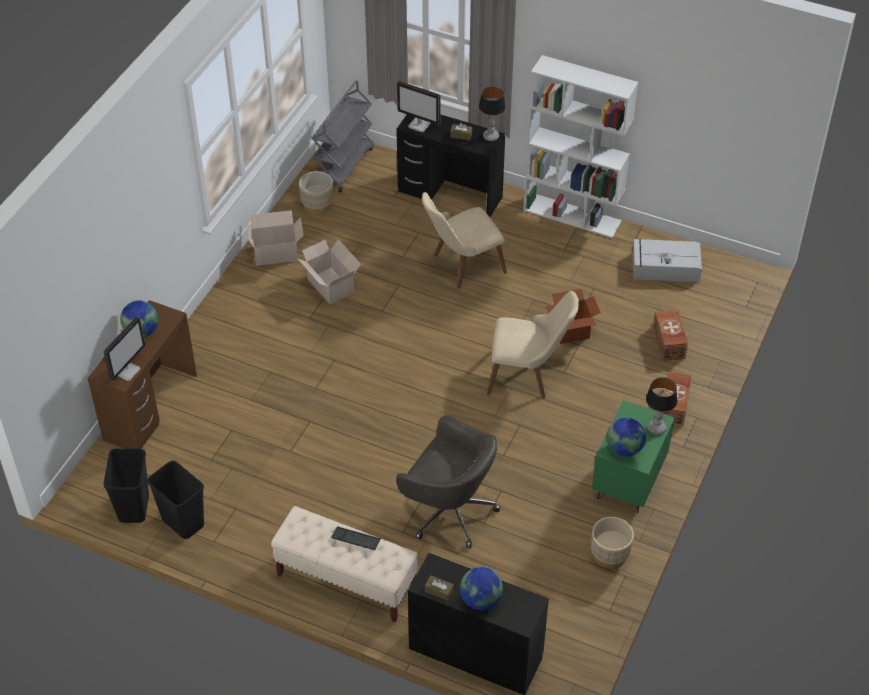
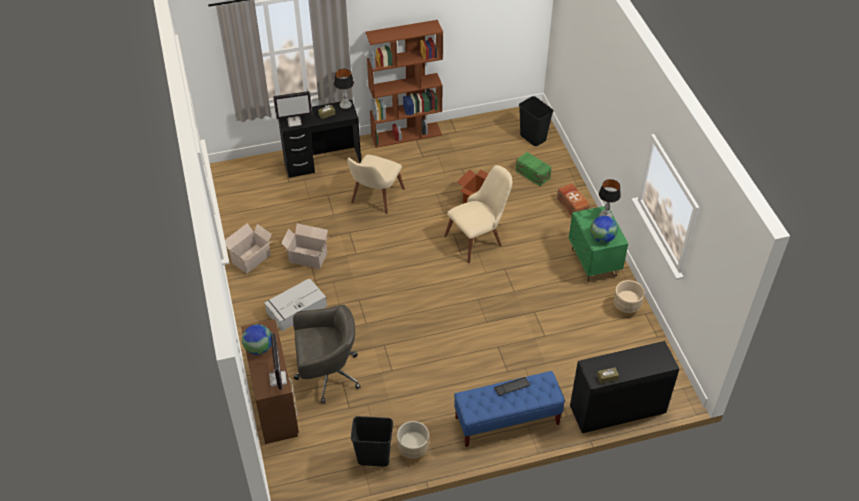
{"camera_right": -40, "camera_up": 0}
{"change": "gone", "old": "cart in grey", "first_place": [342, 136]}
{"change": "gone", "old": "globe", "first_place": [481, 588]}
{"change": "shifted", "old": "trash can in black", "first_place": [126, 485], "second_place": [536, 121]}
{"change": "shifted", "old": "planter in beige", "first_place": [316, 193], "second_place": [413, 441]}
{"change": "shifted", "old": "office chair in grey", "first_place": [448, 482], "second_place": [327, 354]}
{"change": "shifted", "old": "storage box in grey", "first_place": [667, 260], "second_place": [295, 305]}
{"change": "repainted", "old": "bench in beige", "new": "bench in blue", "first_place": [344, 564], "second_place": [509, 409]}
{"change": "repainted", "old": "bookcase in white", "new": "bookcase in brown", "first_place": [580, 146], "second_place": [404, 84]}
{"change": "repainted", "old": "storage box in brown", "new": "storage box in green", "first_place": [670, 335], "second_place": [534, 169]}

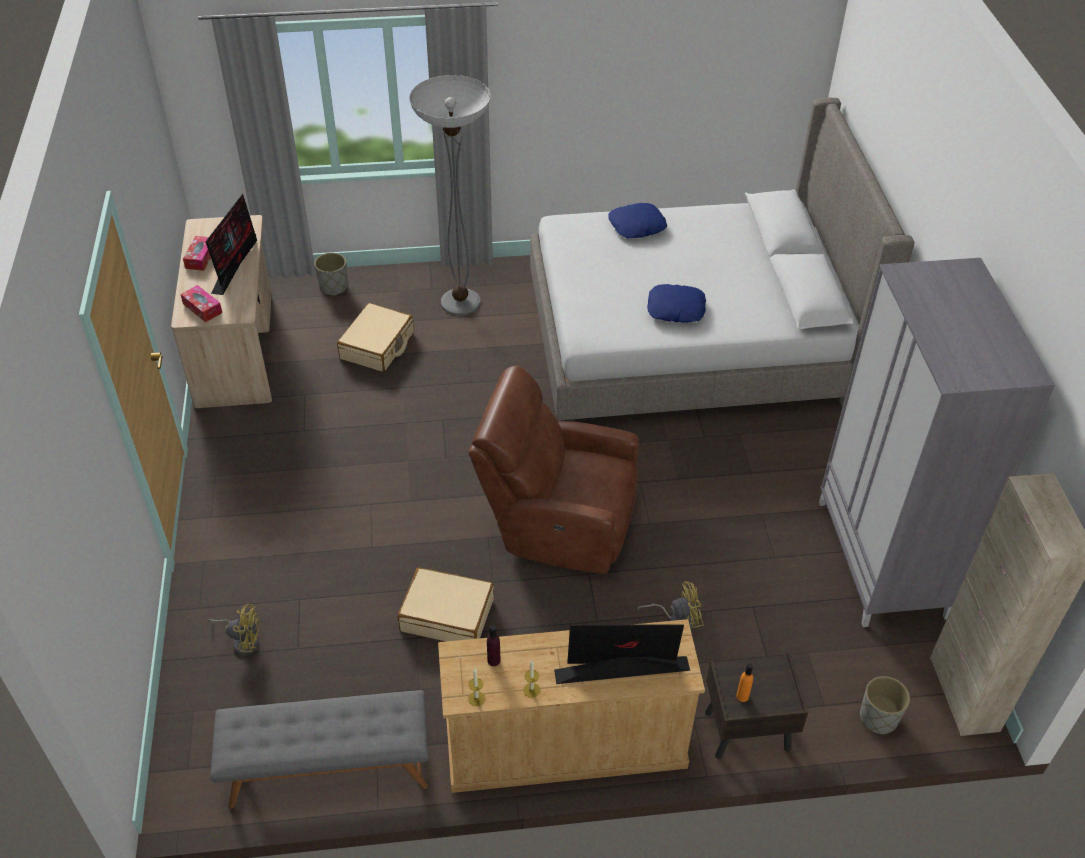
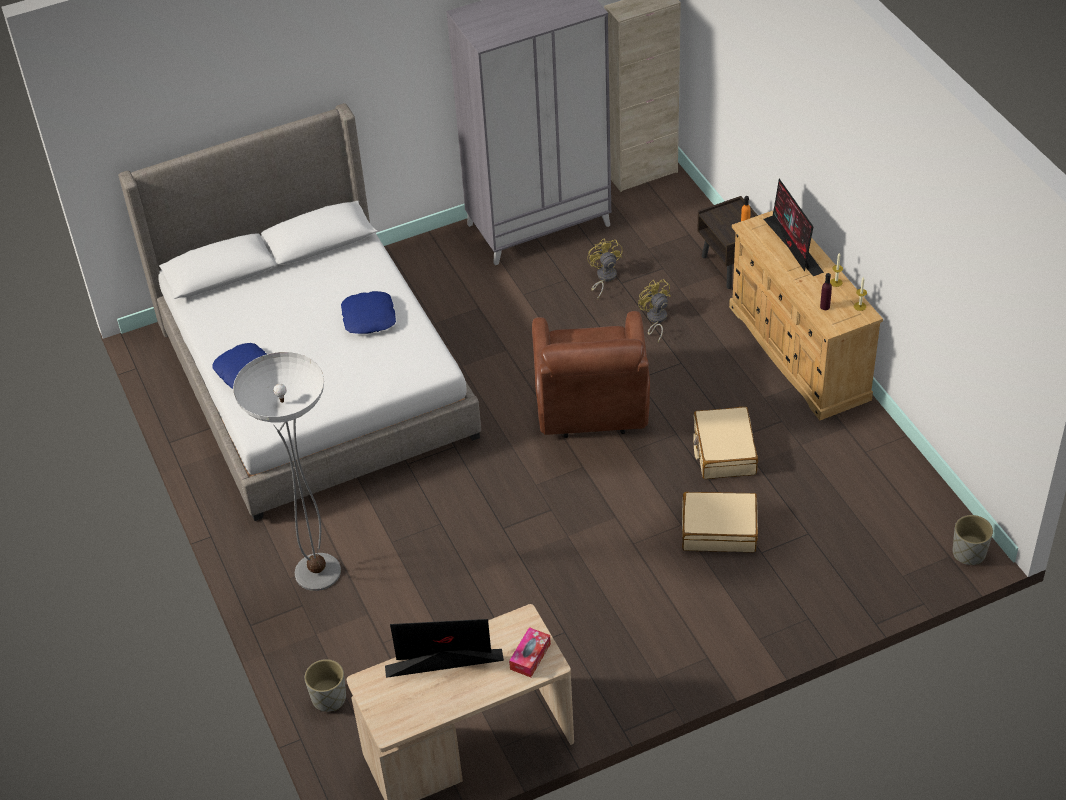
{"camera_right": -105, "camera_up": 0}
{"change": "gone", "old": "tissue box", "first_place": [197, 253]}
{"change": "gone", "old": "bench in grey", "first_place": [319, 749]}
{"change": "shifted", "old": "fan in yellow", "first_place": [234, 629], "second_place": [605, 268]}
{"change": "shifted", "old": "suitcase in beige", "first_place": [375, 337], "second_place": [720, 522]}
{"change": "shifted", "old": "planter in grey", "first_place": [885, 705], "second_place": [973, 540]}

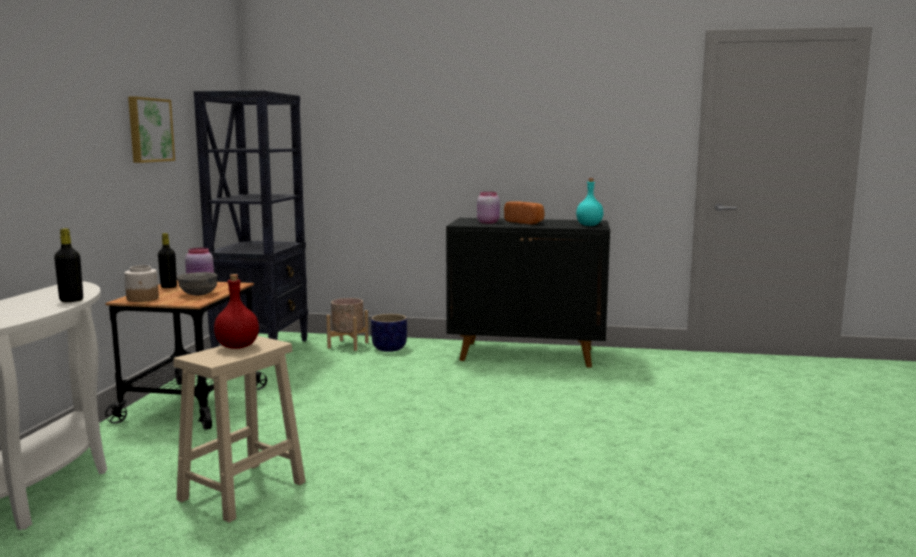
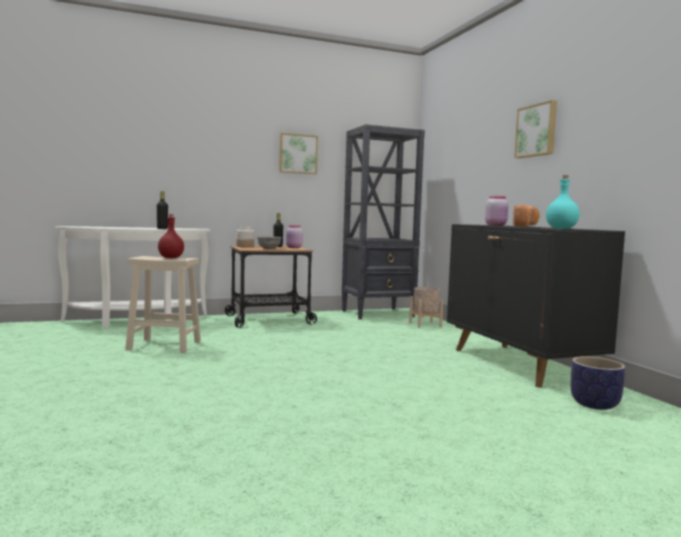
{"camera_right": 60, "camera_up": -5}
{"change": "new", "new": "picture", "second_place": [535, 129]}
{"change": "shifted", "old": "planter", "first_place": [389, 333], "second_place": [597, 383]}

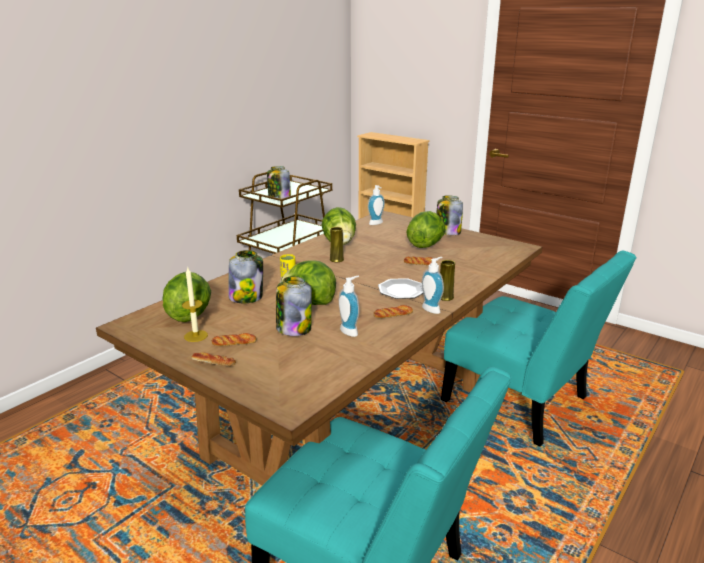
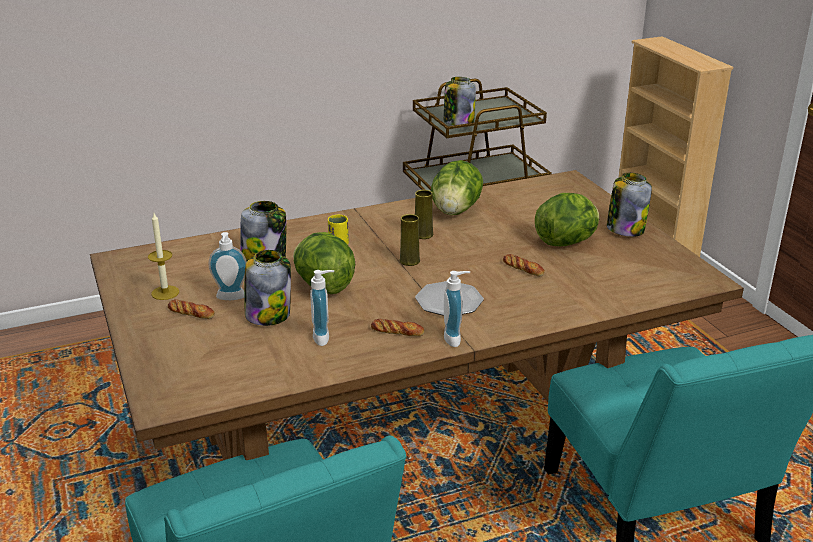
{"camera_right": 30, "camera_up": 5}
{"change": "gone", "old": "lettuce", "first_place": [186, 297]}
{"change": "gone", "old": "bread", "first_place": [214, 359]}
{"change": "shifted", "old": "soap dispenser", "first_place": [376, 205], "second_place": [228, 266]}
{"change": "shifted", "old": "vase in yellow", "first_place": [447, 280], "second_place": [409, 240]}

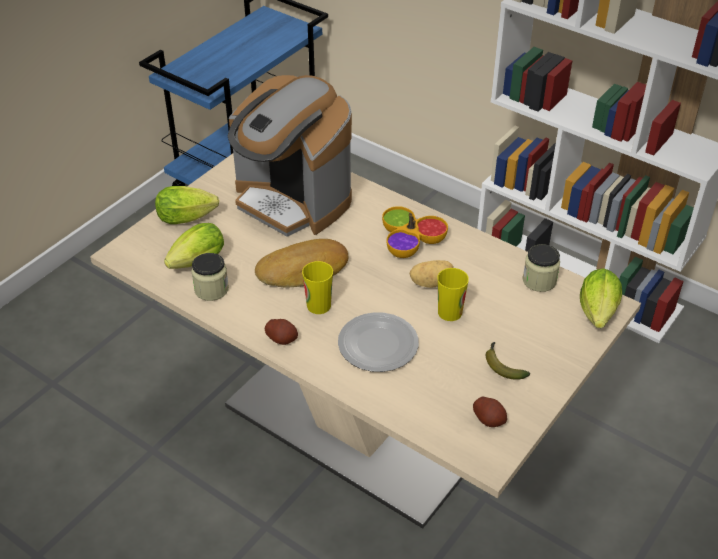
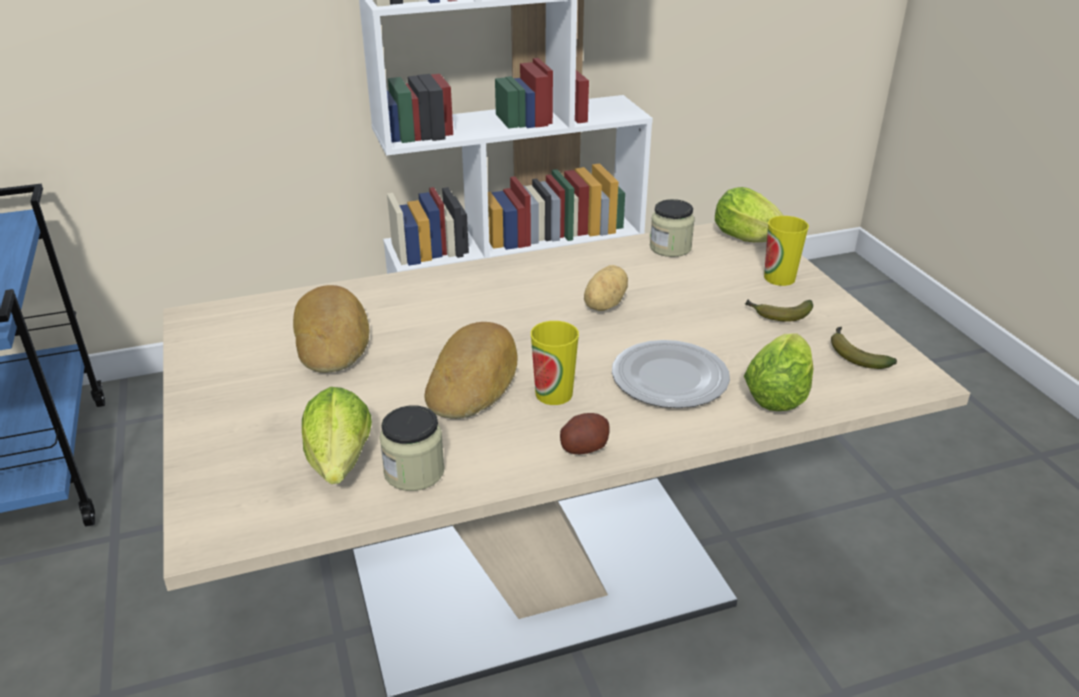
{"camera_right": -55, "camera_up": -10}
{"change": "gone", "old": "bowl", "first_place": [415, 232]}
{"change": "shifted", "old": "lettuce", "first_place": [187, 205], "second_place": [778, 372]}
{"change": "shifted", "old": "cup", "first_place": [453, 294], "second_place": [786, 251]}
{"change": "swapped", "old": "coffee machine", "new": "bread", "first_place": [290, 156], "second_place": [331, 329]}
{"change": "swapped", "old": "potato", "new": "banana", "first_place": [490, 412], "second_place": [864, 348]}

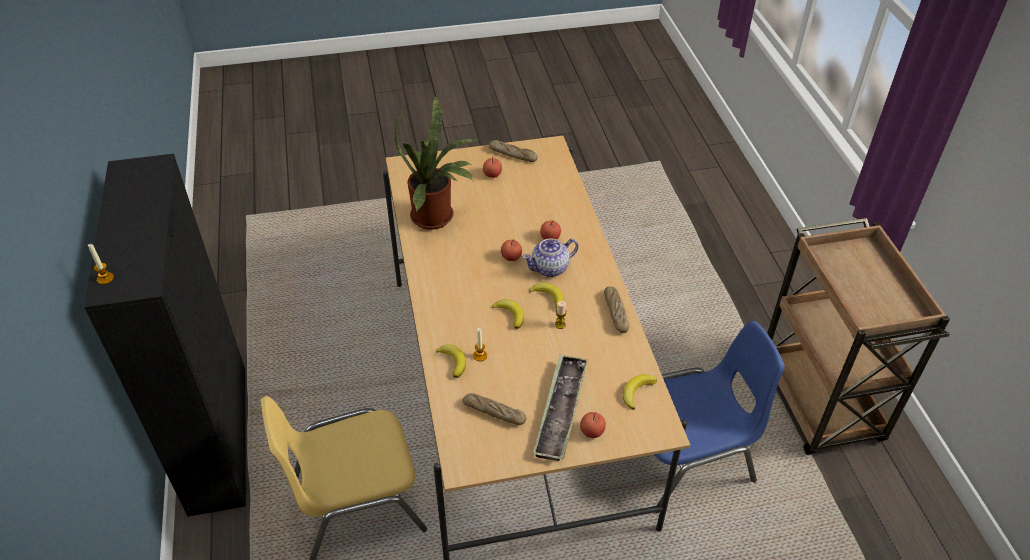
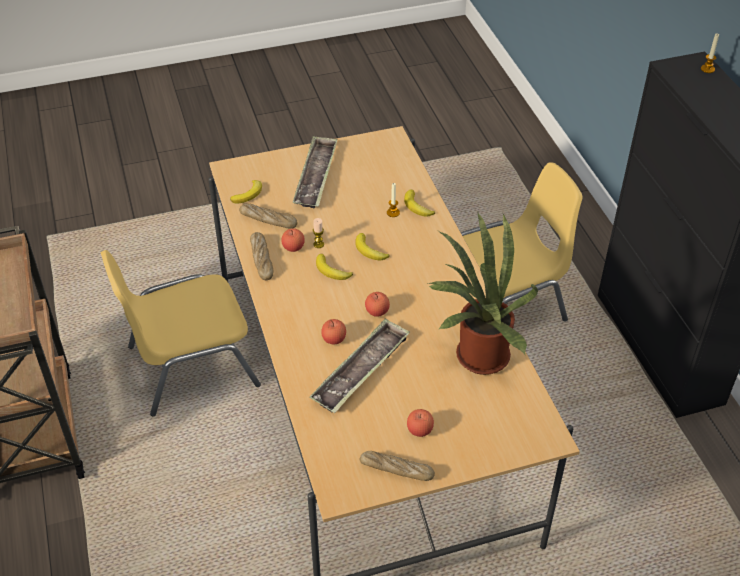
{"camera_right": 175, "camera_up": 0}
{"change": "gone", "old": "teapot", "first_place": [550, 257]}
{"change": "new", "new": "tray", "second_place": [360, 365]}
{"change": "shifted", "old": "bread", "first_place": [494, 409], "second_place": [268, 216]}
{"change": "shifted", "old": "apple", "first_place": [593, 425], "second_place": [293, 240]}
{"change": "repainted", "old": "chair in blue", "new": "chair in yellow", "first_place": [719, 417], "second_place": [180, 333]}

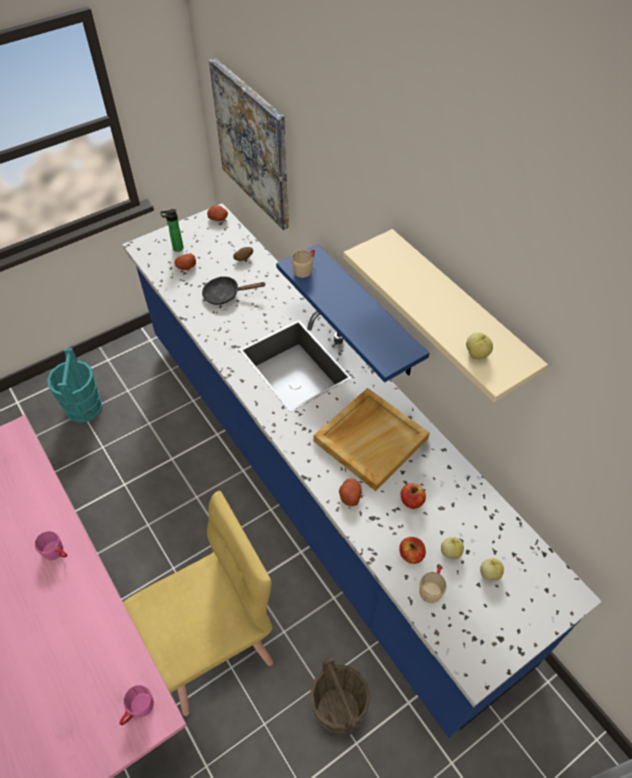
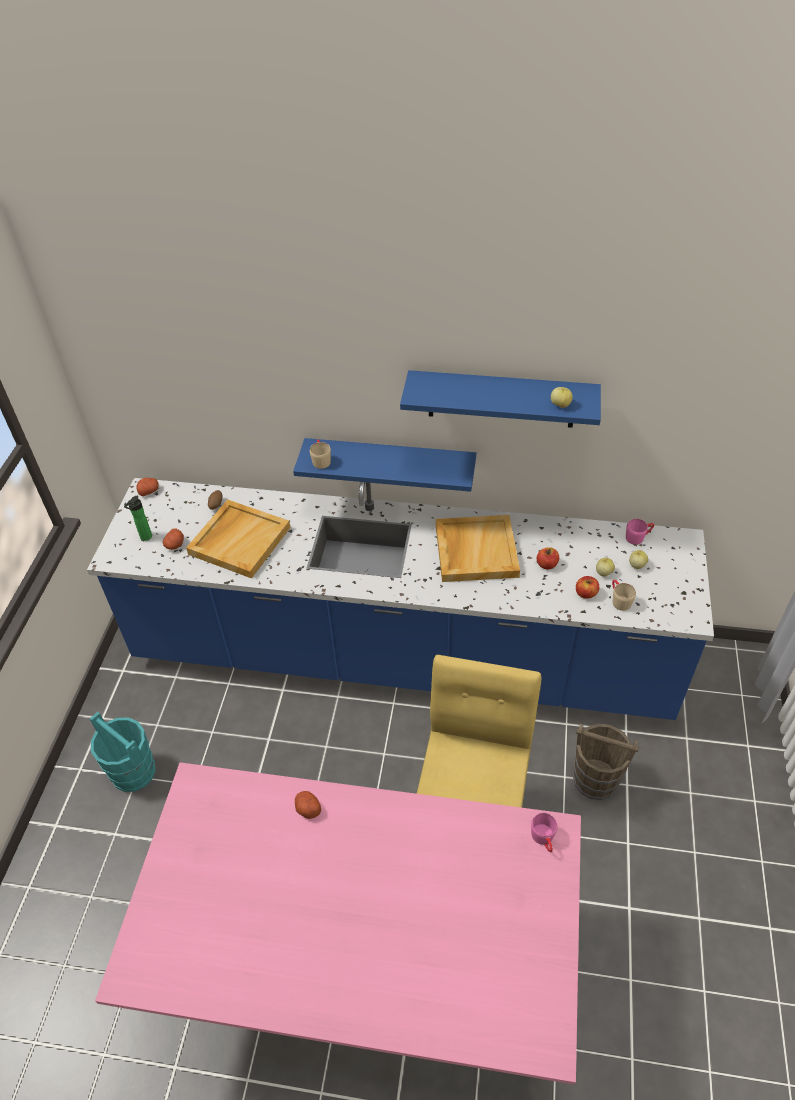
{"camera_right": -45, "camera_up": -5}
{"change": "gone", "old": "picture", "first_place": [249, 144]}
{"change": "shifted", "old": "mug in pink", "first_place": [51, 545], "second_place": [640, 532]}
{"change": "shifted", "old": "potato", "first_place": [350, 492], "second_place": [308, 805]}
{"change": "swapped", "old": "frying pan in black", "new": "tray in beige", "first_place": [233, 291], "second_place": [238, 539]}
{"change": "repainted", "old": "shelf in beige", "new": "shelf in blue", "first_place": [445, 315], "second_place": [500, 399]}

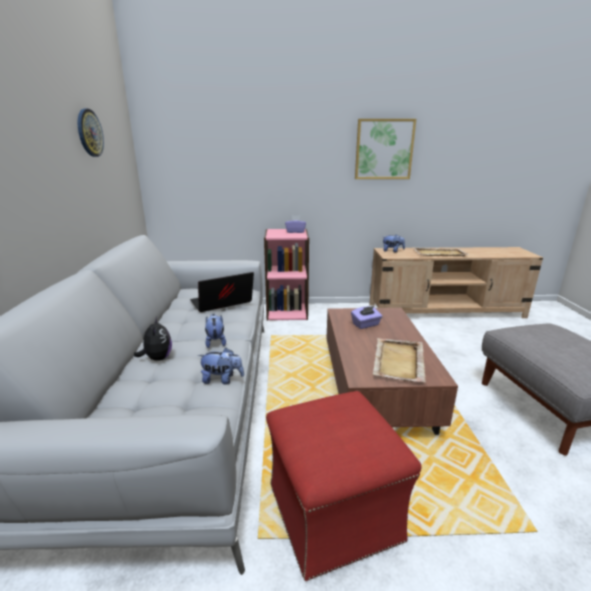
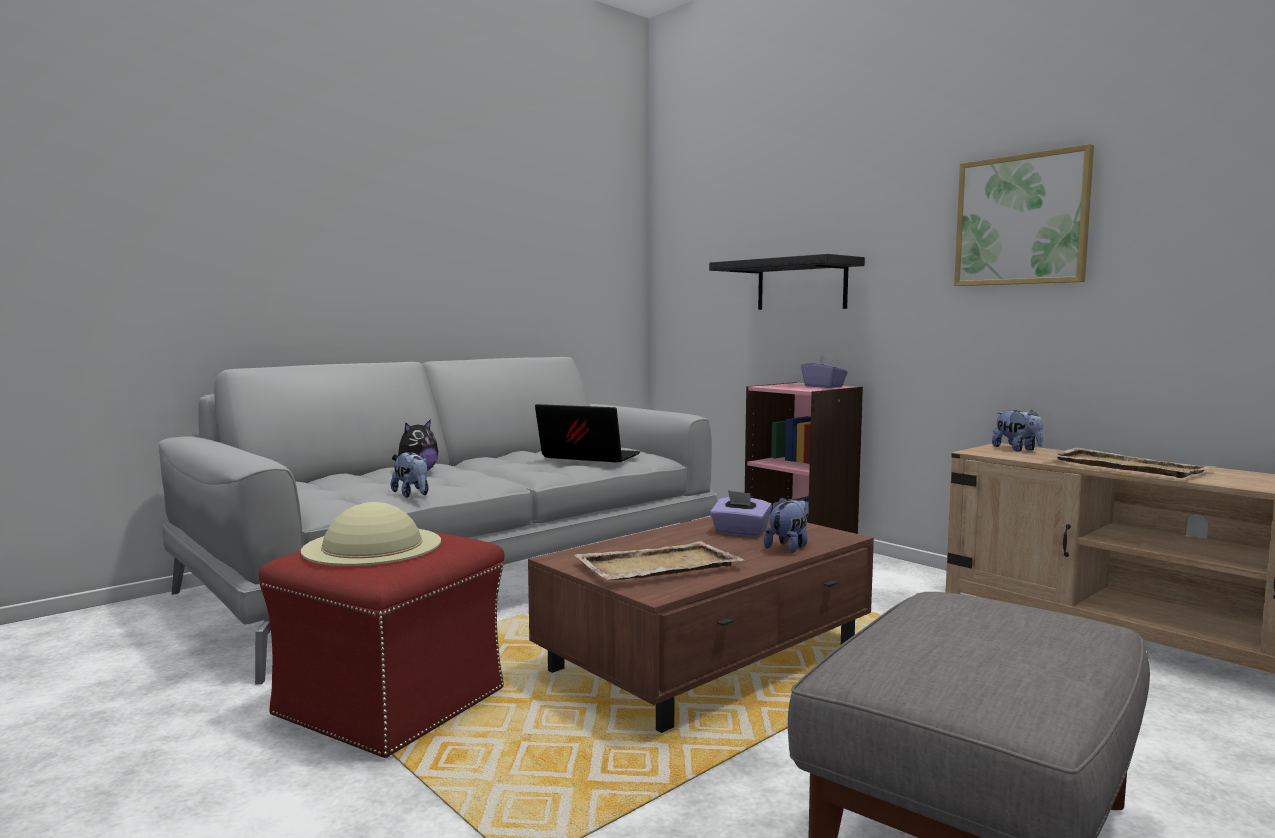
{"camera_right": 50, "camera_up": -15}
{"change": "gone", "old": "wall clock", "first_place": [90, 133]}
{"change": "new", "new": "hat in beige", "second_place": [371, 534]}
{"change": "new", "new": "shelf in black", "second_place": [787, 282]}
{"change": "shifted", "old": "plush toy", "first_place": [215, 331], "second_place": [786, 525]}

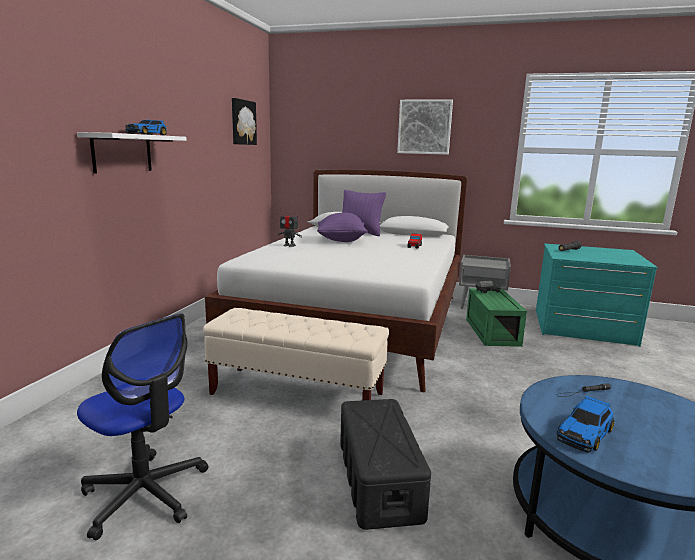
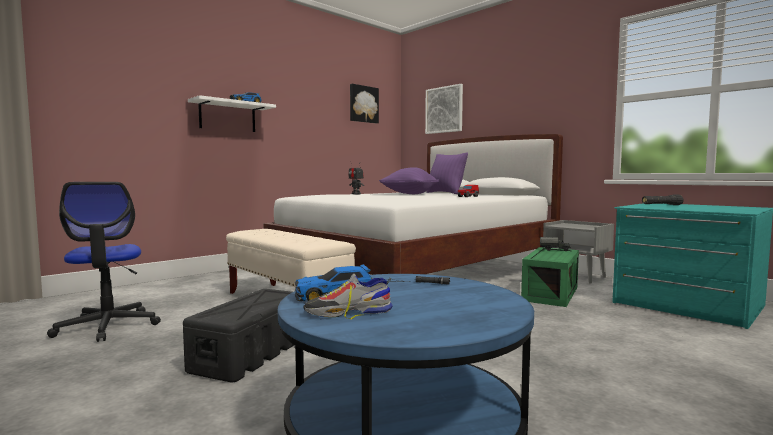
{"camera_right": 30, "camera_up": -10}
{"change": "new", "new": "shoe", "second_place": [348, 296]}
{"change": "shifted", "old": "picture", "first_place": [425, 127], "second_place": [444, 109]}

